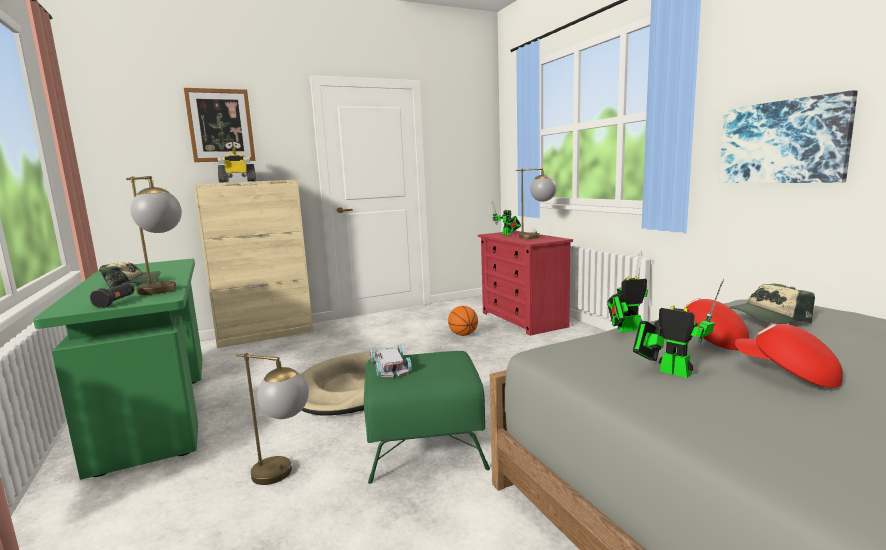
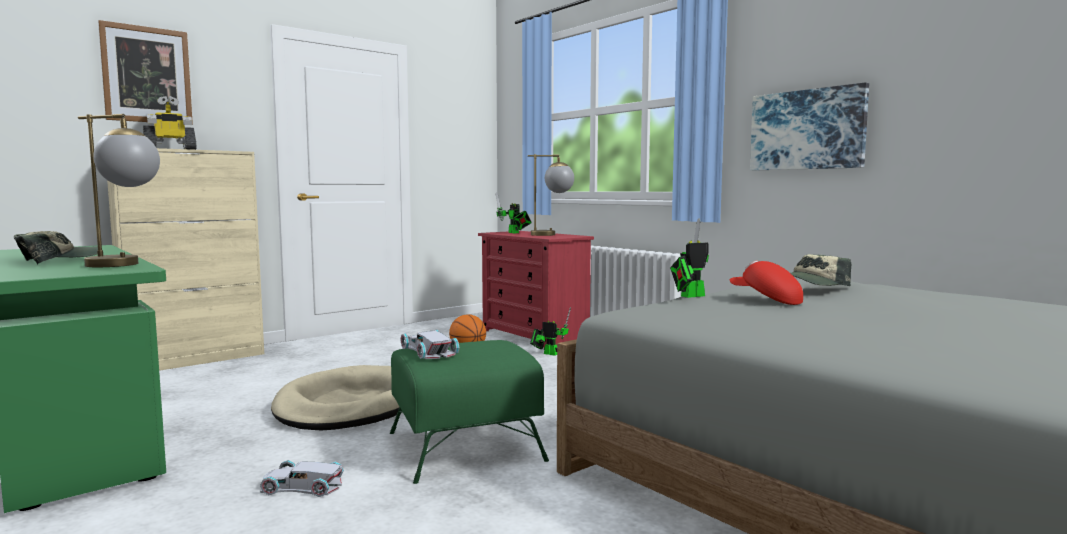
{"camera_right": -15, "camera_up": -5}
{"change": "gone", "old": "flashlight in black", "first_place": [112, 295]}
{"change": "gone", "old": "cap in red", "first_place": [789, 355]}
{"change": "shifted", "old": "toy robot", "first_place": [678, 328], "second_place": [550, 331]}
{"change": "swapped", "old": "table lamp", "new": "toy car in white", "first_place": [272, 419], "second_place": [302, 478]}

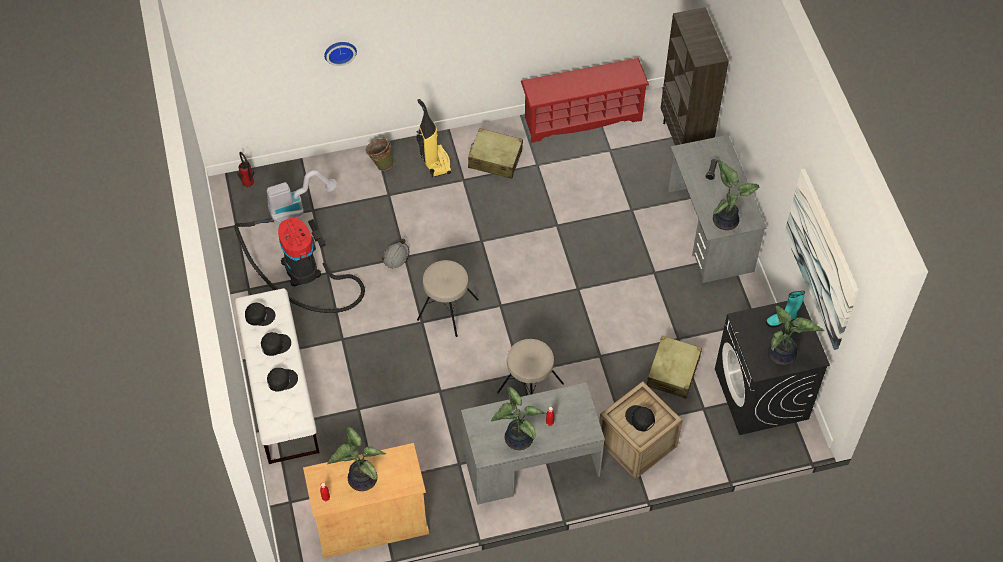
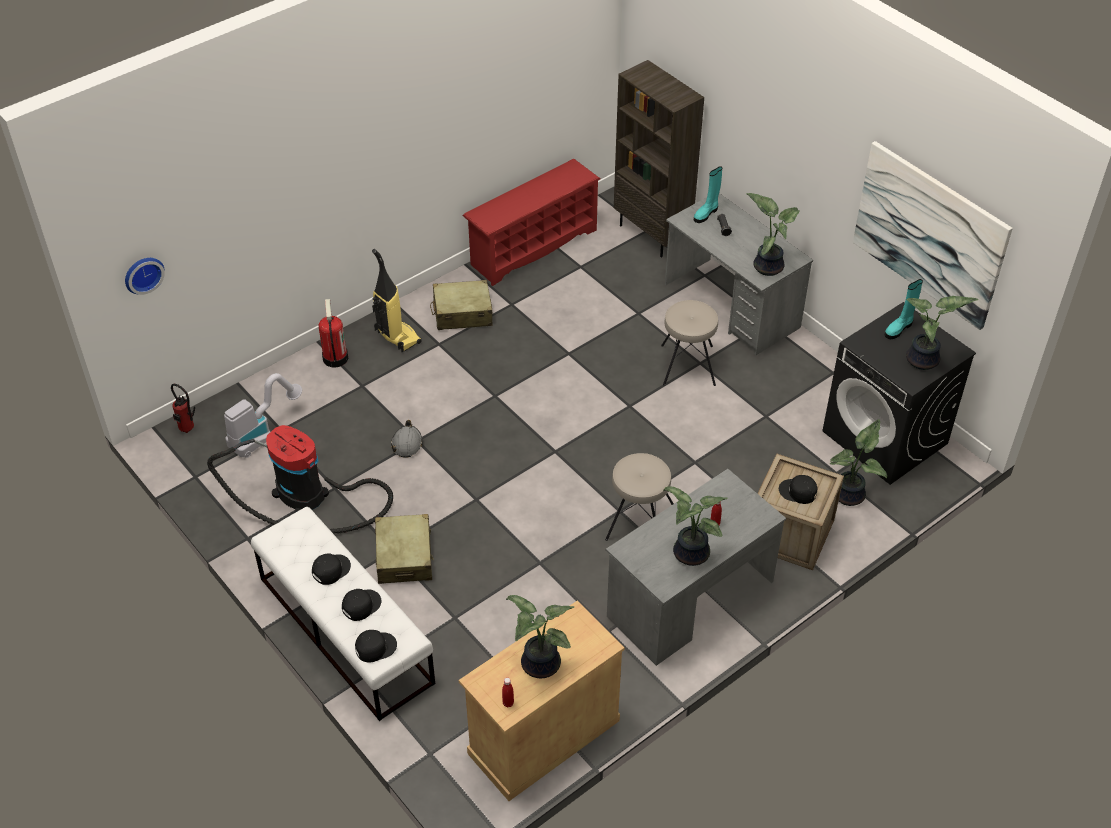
{"camera_right": -25, "camera_up": -10}
{"change": "new", "new": "boot in turquoise", "second_place": [708, 194]}
{"change": "new", "new": "potted plant", "second_place": [858, 462]}
{"change": "shifted", "old": "cap in black", "first_place": [260, 314], "second_place": [376, 646]}
{"change": "shifted", "old": "wall clock", "first_place": [340, 54], "second_place": [145, 276]}
{"change": "shifted", "old": "stool in beige", "first_place": [448, 298], "second_place": [689, 343]}
{"change": "shifted", "old": "suitcase in beige", "first_place": [674, 367], "second_place": [404, 549]}
{"change": "swapped", "old": "bucket in green", "new": "fire extinguisher", "first_place": [379, 154], "second_place": [333, 333]}

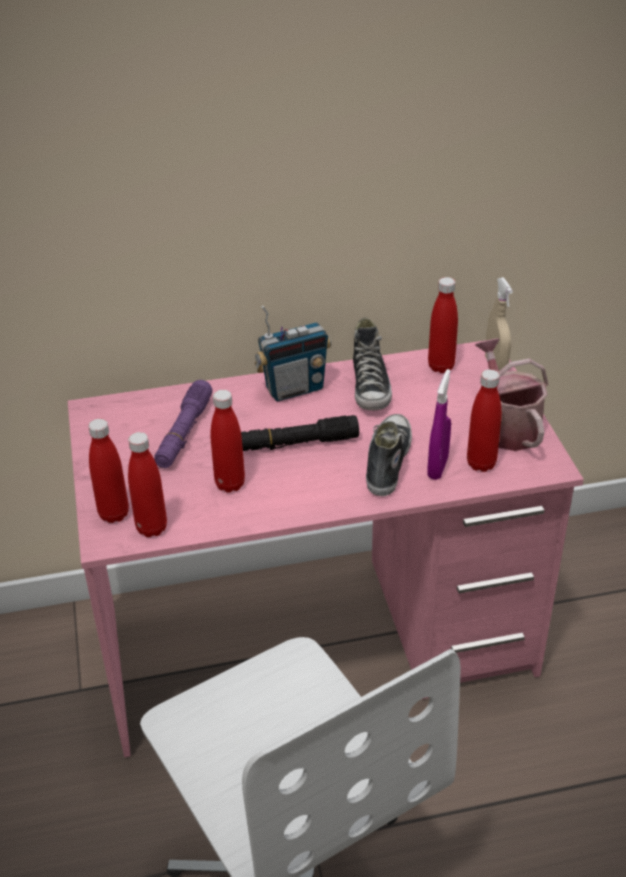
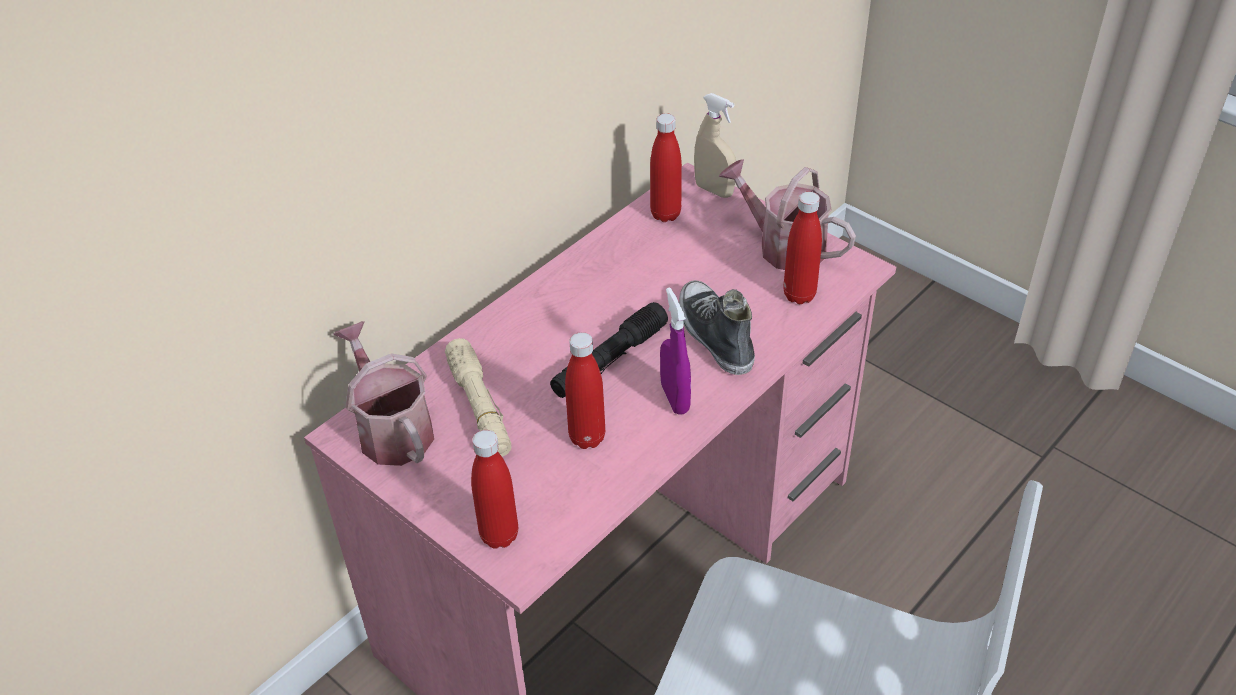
{"camera_right": -35, "camera_up": 5}
{"change": "gone", "old": "bottle in red", "first_place": [147, 484]}
{"change": "gone", "old": "radio", "first_place": [293, 353]}
{"change": "gone", "old": "shoe", "first_place": [372, 363]}
{"change": "new", "new": "watering can", "second_place": [383, 393]}
{"change": "shifted", "old": "spray bottle in purple", "first_place": [439, 424], "second_place": [675, 351]}
{"change": "repainted", "old": "flashlight in purple", "new": "flashlight in beige", "first_place": [183, 424], "second_place": [478, 397]}

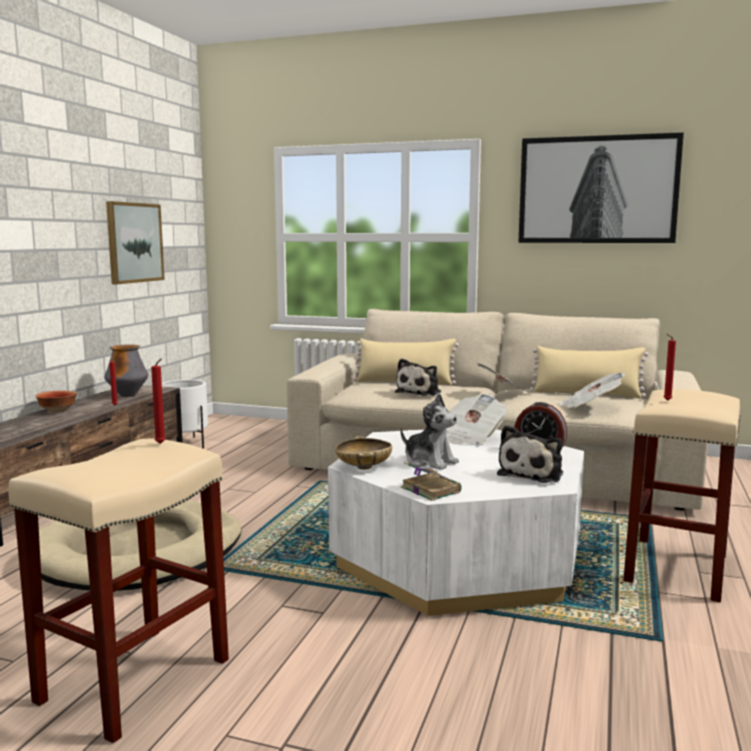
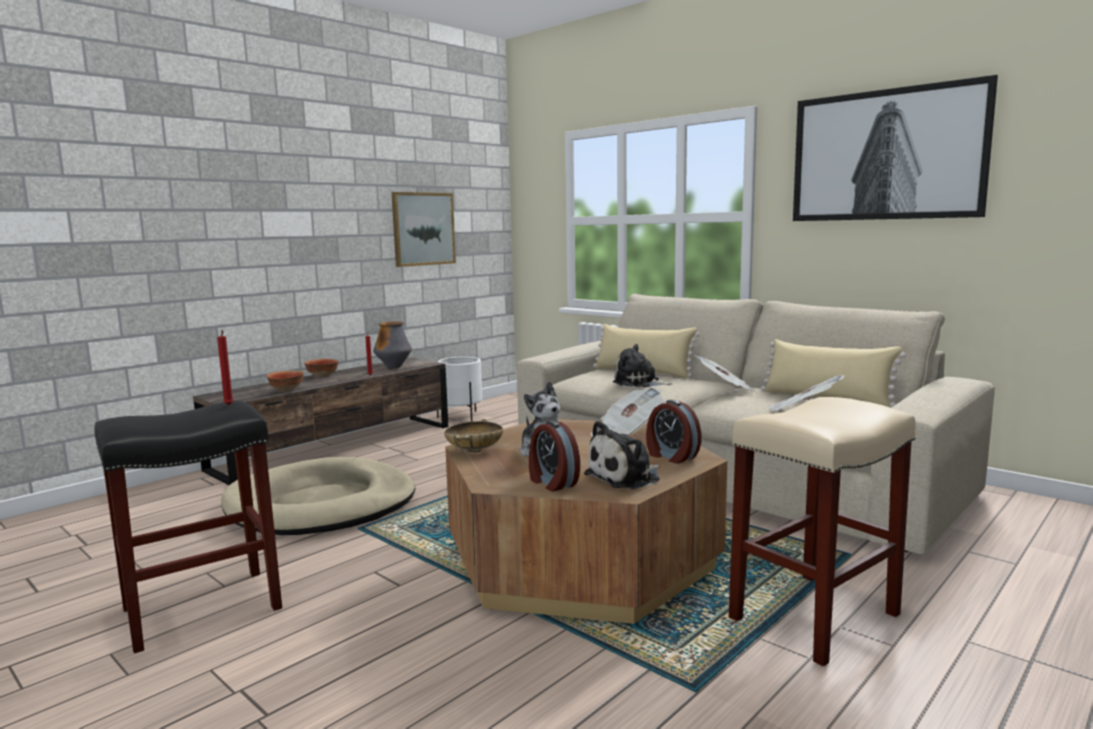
{"camera_right": 25, "camera_up": 0}
{"change": "gone", "old": "book", "first_place": [431, 481]}
{"change": "gone", "old": "candle in red", "first_place": [669, 367]}
{"change": "new", "new": "bowl", "second_place": [285, 381]}
{"change": "new", "new": "alarm clock", "second_place": [554, 456]}
{"change": "repainted", "old": "stool in beige", "new": "stool in black", "first_place": [118, 591], "second_place": [188, 527]}
{"change": "repainted", "old": "coffee table in white", "new": "coffee table in brown", "first_place": [456, 522], "second_place": [586, 521]}
{"change": "rotated", "old": "plush toy", "first_place": [418, 377], "second_place": [643, 365], "degrees": 60}

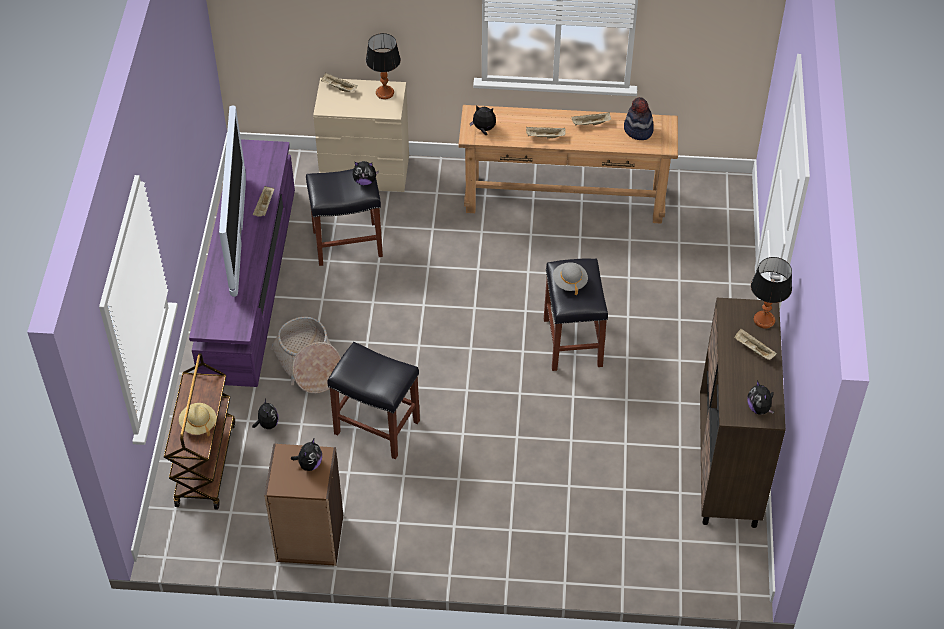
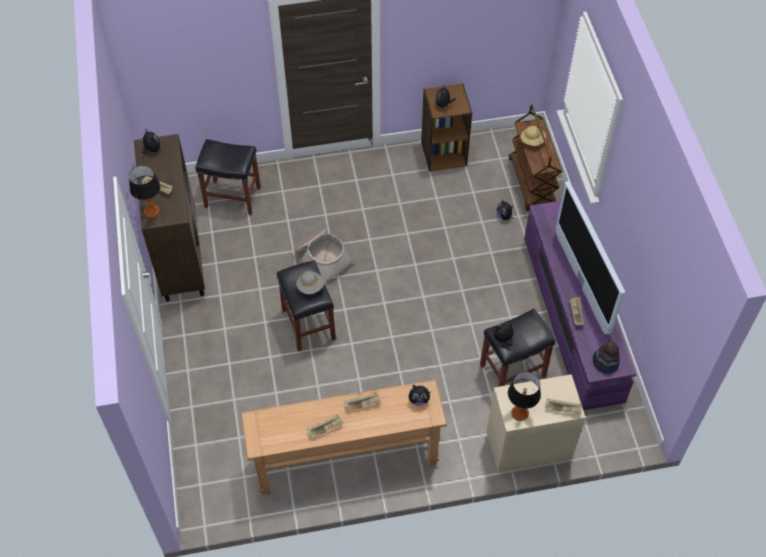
{"camera_right": 165, "camera_up": 5}
{"change": "shifted", "old": "basket", "first_place": [305, 355], "second_place": [324, 257]}
{"change": "shifted", "old": "stool in black", "first_place": [373, 401], "second_place": [228, 177]}
{"change": "shifted", "old": "hat", "first_place": [639, 118], "second_place": [606, 358]}

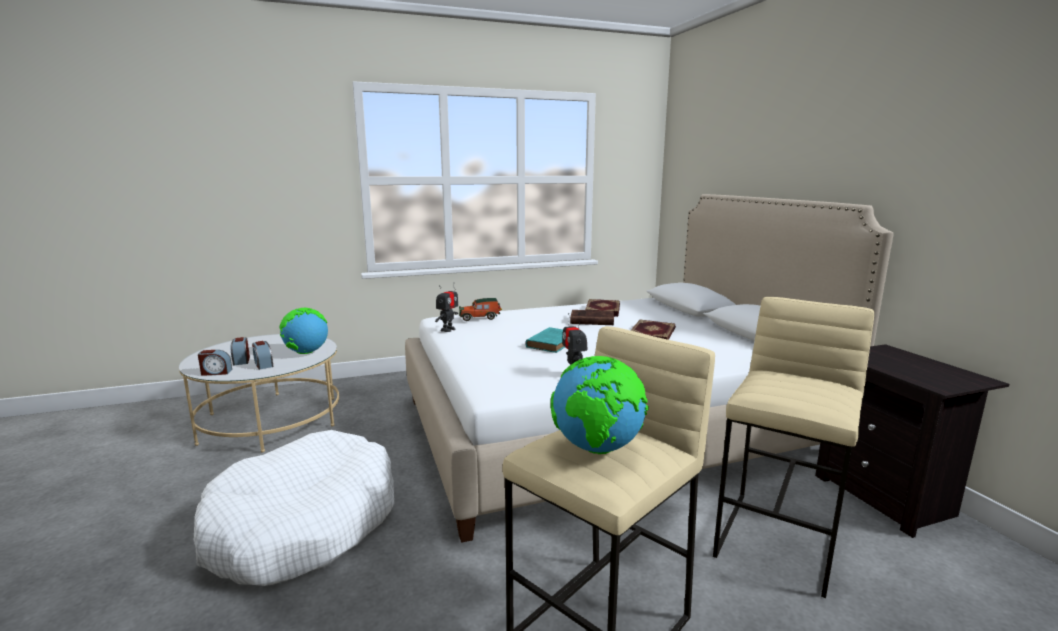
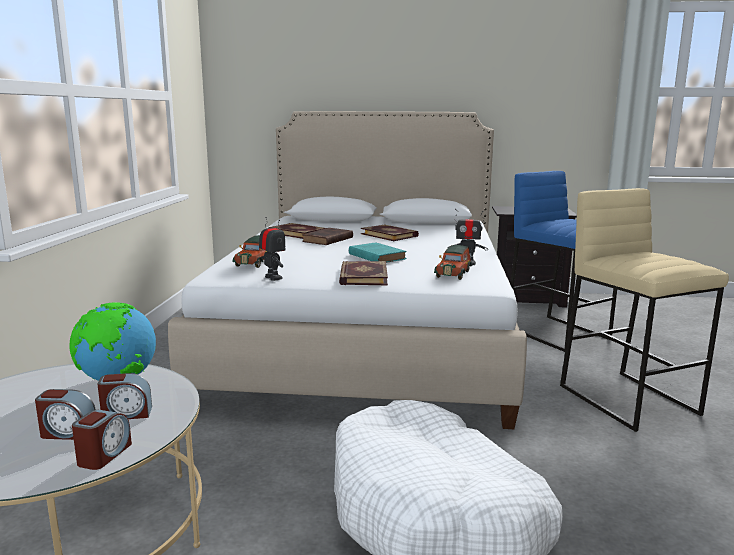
{"camera_right": -65, "camera_up": 0}
{"change": "gone", "old": "globe", "first_place": [599, 405]}
{"change": "new", "new": "book", "second_place": [363, 273]}
{"change": "new", "new": "toy car", "second_place": [453, 262]}
{"change": "repainted", "old": "stool in beige", "new": "stool in blue", "first_place": [793, 447], "second_place": [563, 261]}

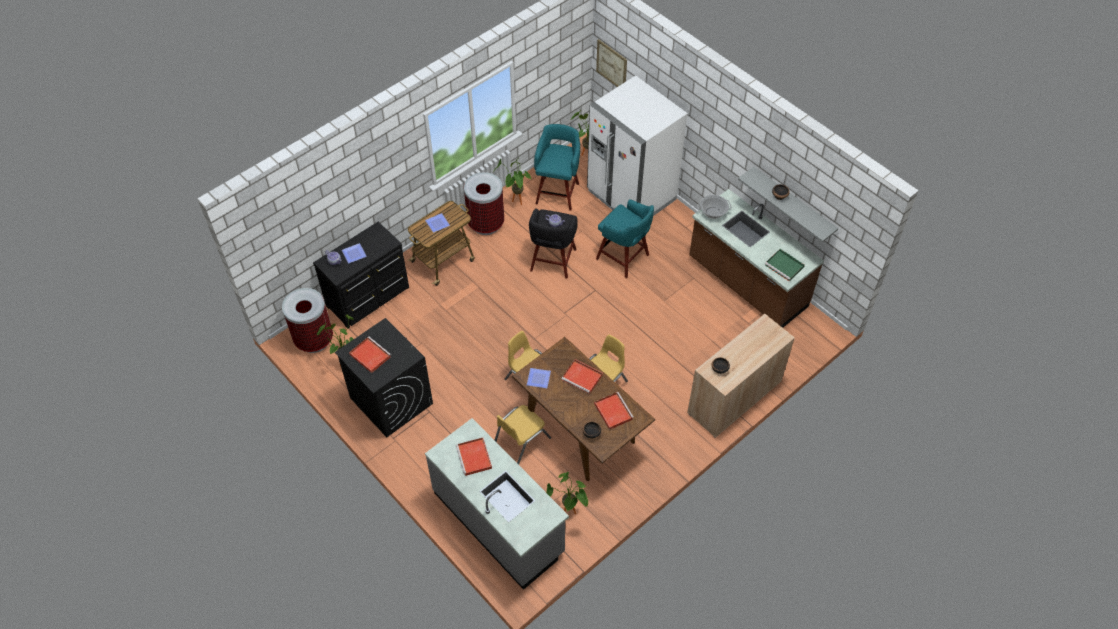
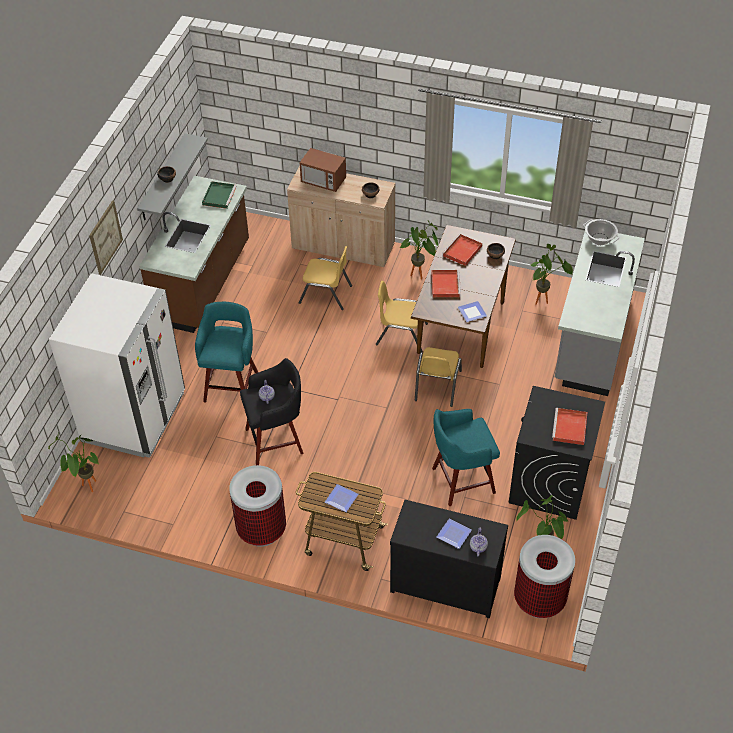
{"camera_right": -120, "camera_up": -5}
{"change": "gone", "old": "tray in red", "first_place": [474, 457]}
{"change": "new", "new": "microwave", "second_place": [323, 170]}
{"change": "shifted", "old": "potted plant", "first_place": [512, 181], "second_place": [419, 250]}
{"change": "shifted", "old": "chair in yellow", "first_place": [523, 435], "second_place": [325, 278]}
{"change": "shifted", "old": "stool in turquoise", "first_place": [557, 167], "second_place": [466, 457]}
{"change": "shifted", "old": "picture", "first_place": [611, 63], "second_place": [106, 237]}
{"change": "shifted", "old": "cooking pot", "first_place": [714, 207], "second_place": [601, 232]}

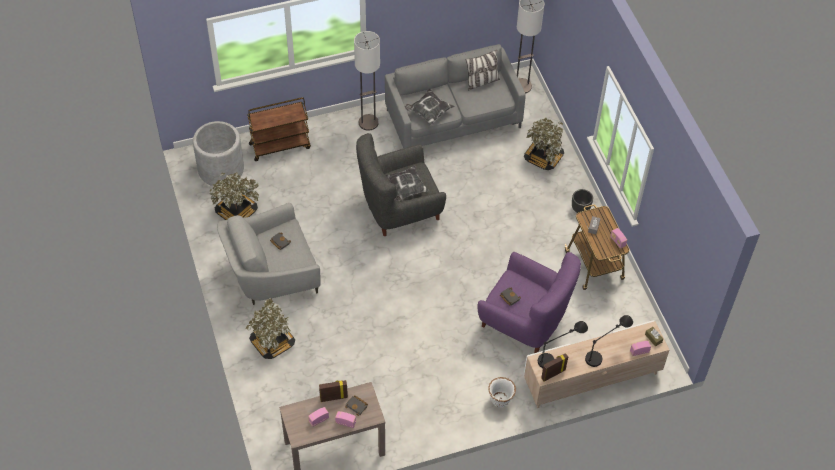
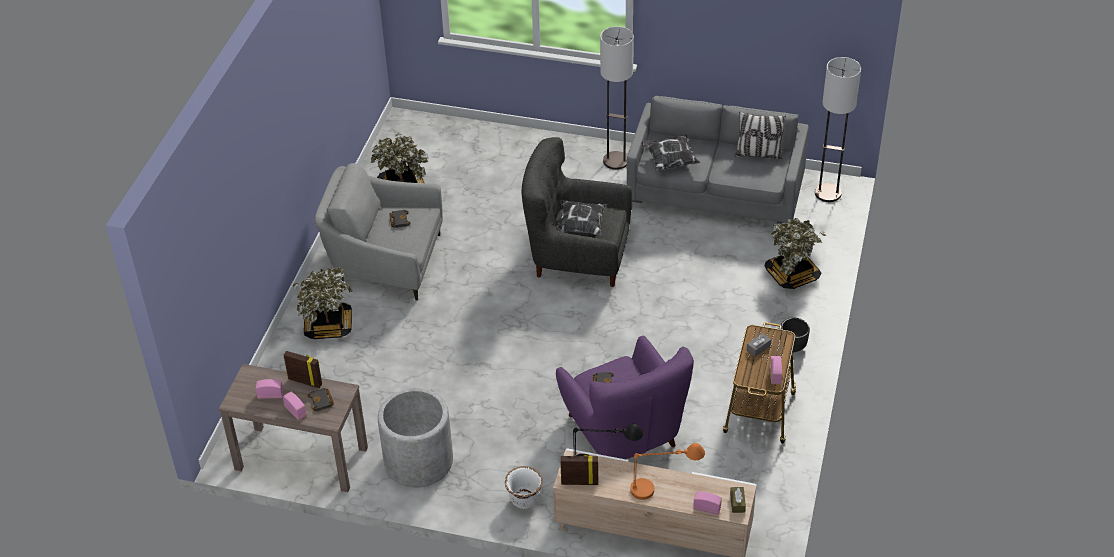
{"camera_right": 35, "camera_up": -10}
{"change": "gone", "old": "cart in brown", "first_place": [279, 129]}
{"change": "shifted", "old": "planter in grey", "first_place": [218, 153], "second_place": [415, 437]}
{"change": "repainted", "old": "table lamp in black", "new": "table lamp in orange", "first_place": [609, 341], "second_place": [667, 471]}

